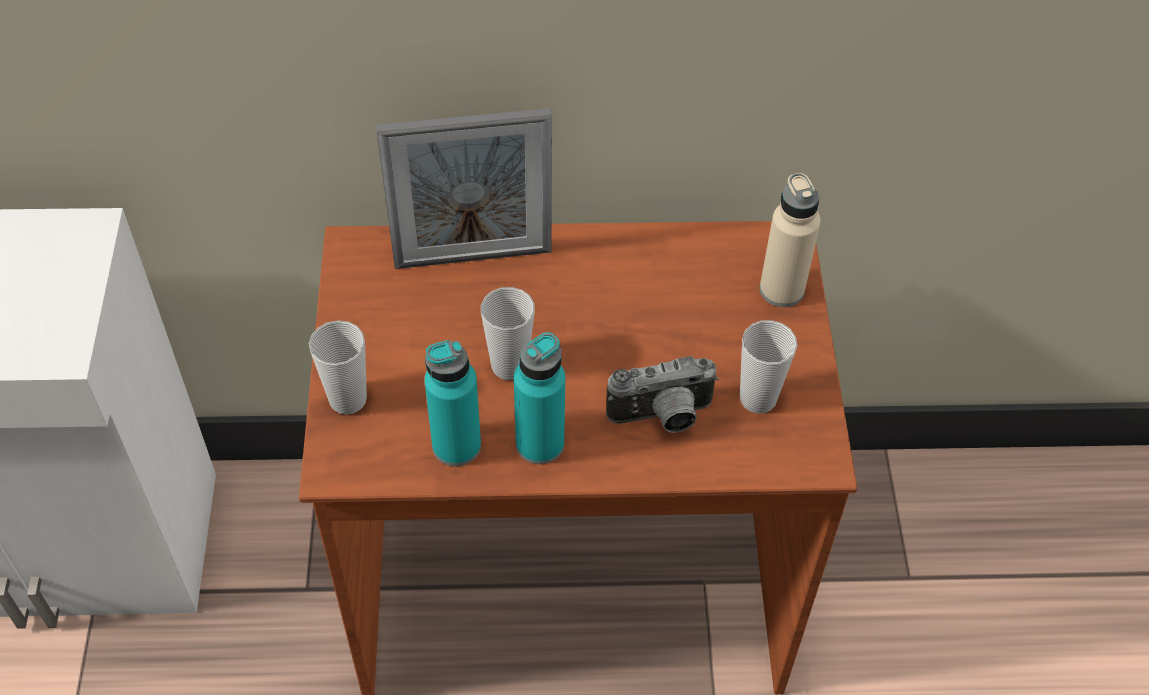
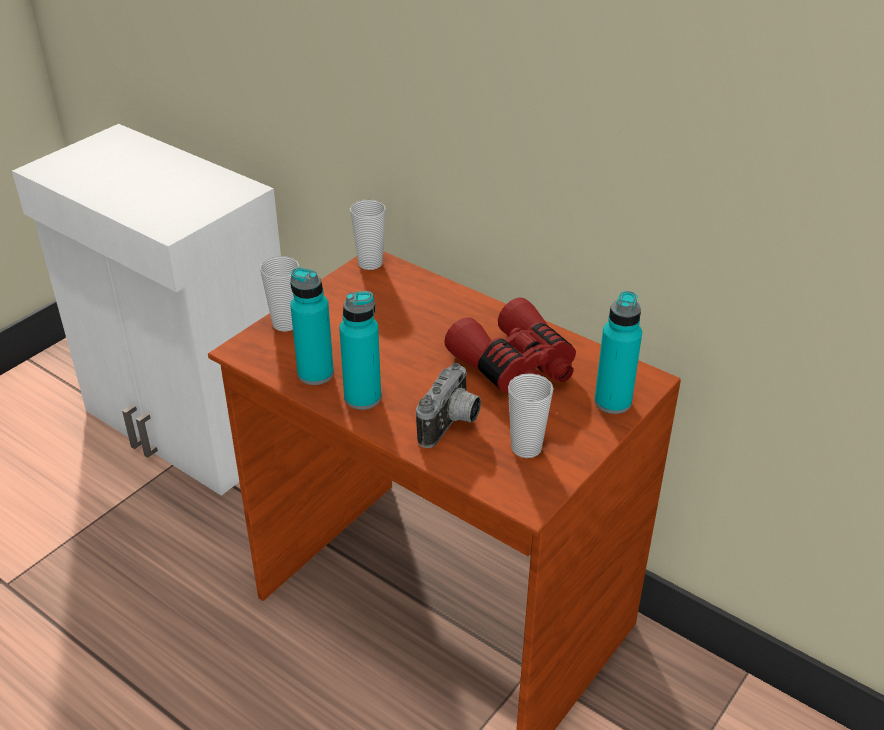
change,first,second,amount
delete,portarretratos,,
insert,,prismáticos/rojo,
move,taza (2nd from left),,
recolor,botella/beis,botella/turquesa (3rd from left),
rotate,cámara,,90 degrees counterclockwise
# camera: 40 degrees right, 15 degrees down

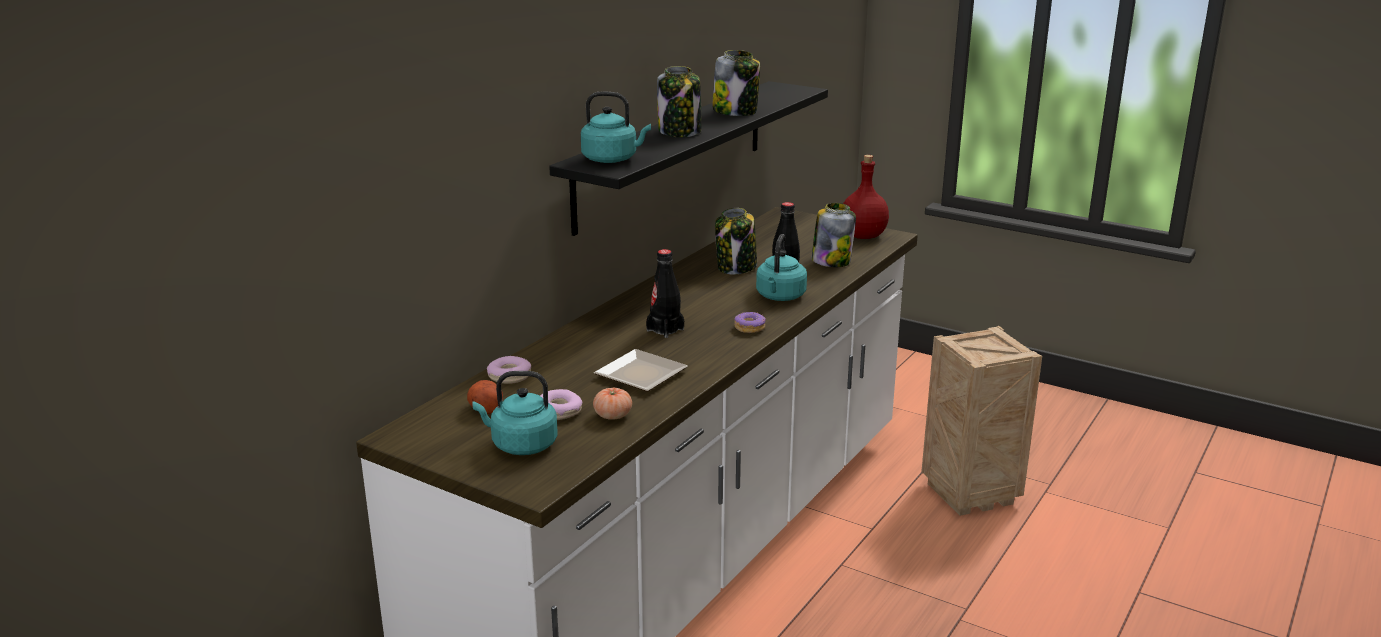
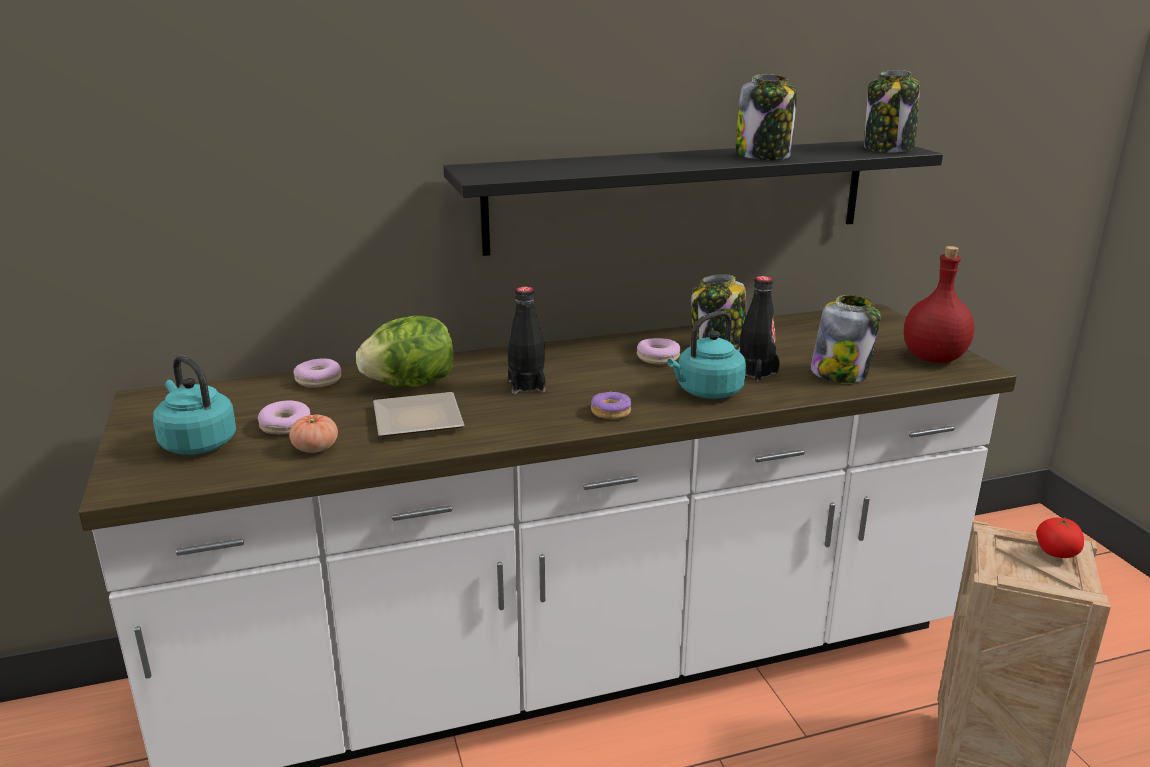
change,first,second,amount
delete,patata,,
delete,hervidor/turquesa (2nd from left),,
insert,,lechuga,
insert,,rosquilla (4th from left),
insert,,tomate (2nd from left),
move,tarro (1st from left in the first image),tarro (4th from left),
# camera: 40 degrees right, 0 degrees up

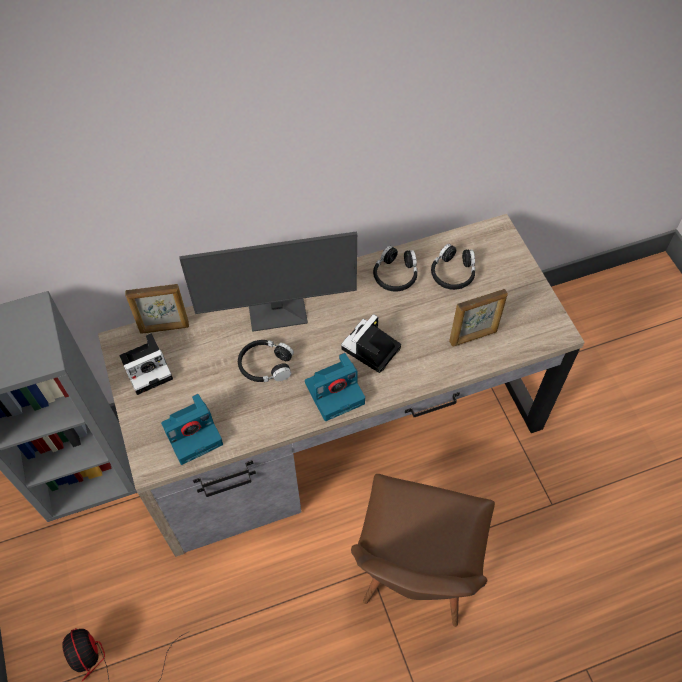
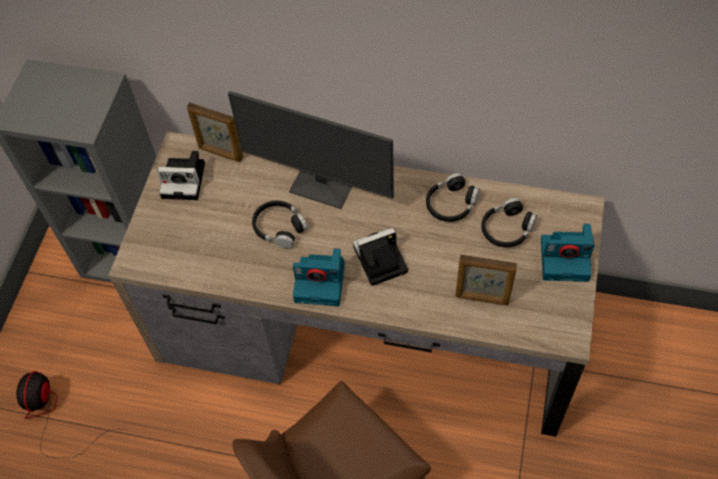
change,first,second,amount
move,cámara (2nd from left in the first image),cámara (4th from left),
# camera: 35 degrees right, 0 degrees up

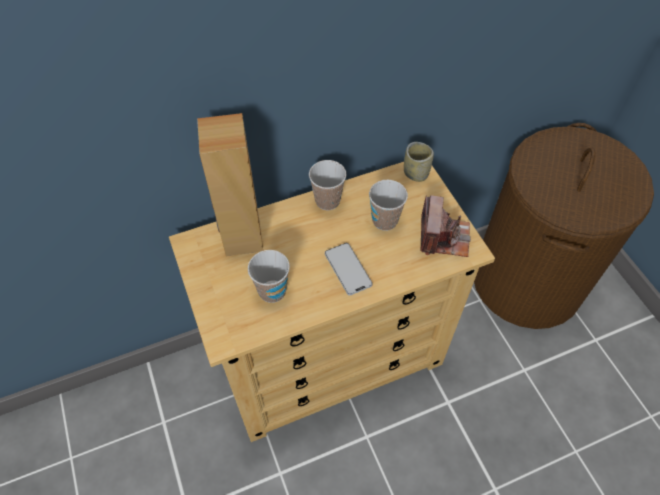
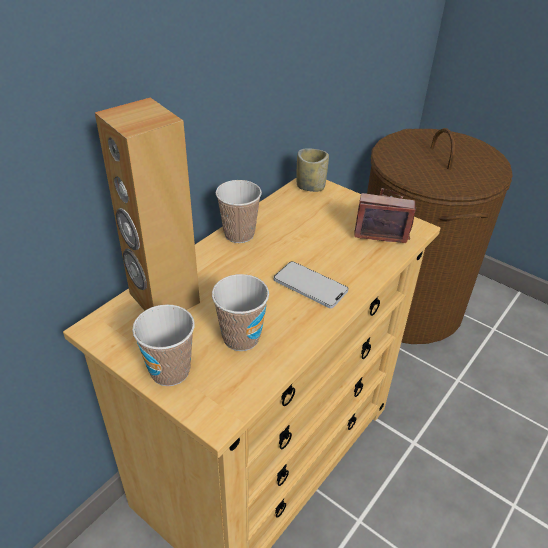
change,first,second,amount
move,taza (3rd from left in the first image),taza (1st from left),
rotate,cámara,,60 degrees counterclockwise
# camera: 30 degrees left, 15 degrees down

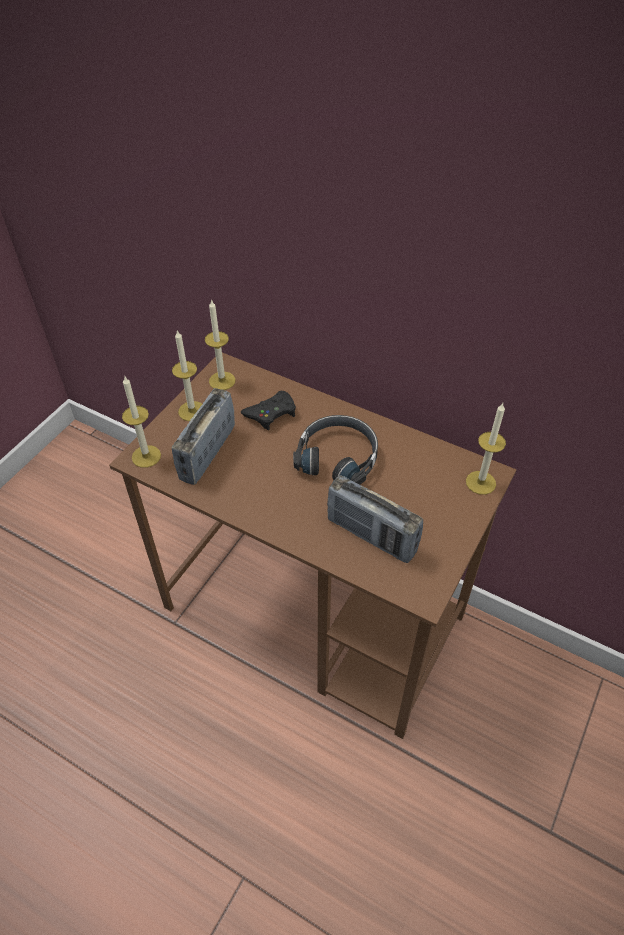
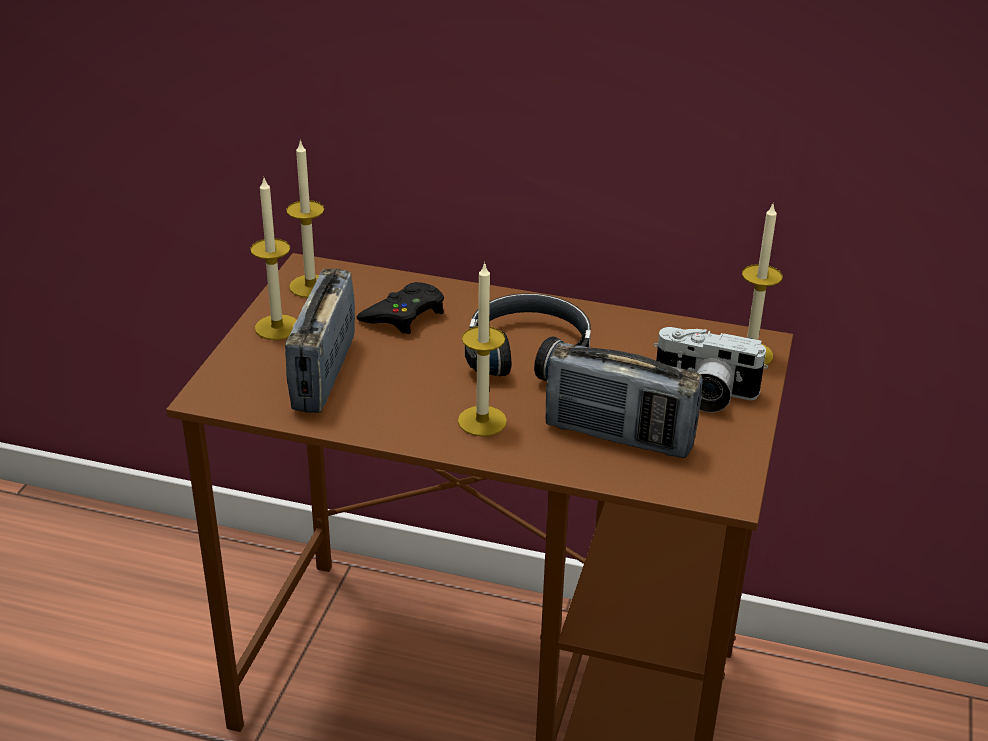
change,first,second,amount
insert,,cámara,
move,vela (1st from left in the first image),vela (3rd from left),
# camera: 15 degrees left, 15 degrees down

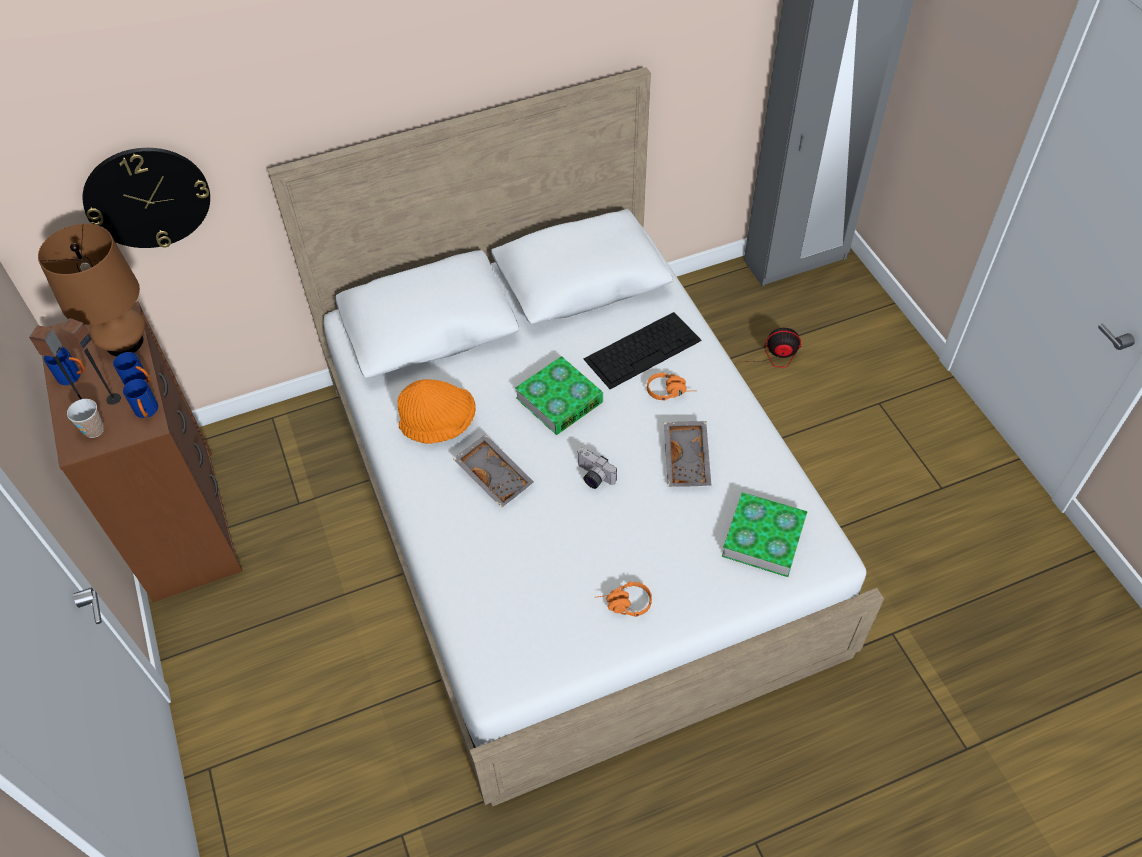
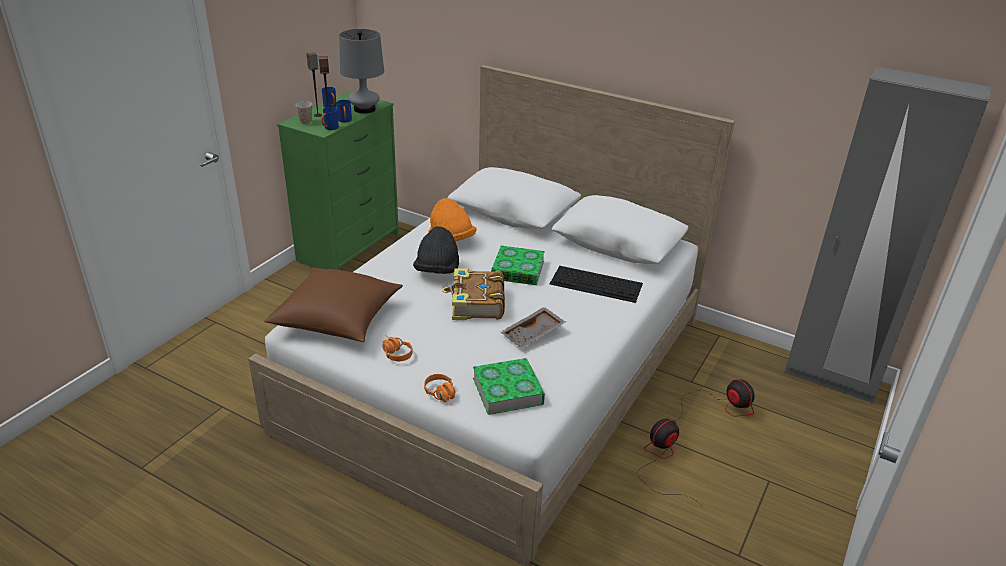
change,first,second,amount
delete,reloj de pared,,
insert,,cojín/marrón,
insert,,ventilador (1st from left),
move,auriculares/naranja (2nd from left),,
replace,bandeja/gris (1st from left),sombrero/negro,
replace,cámara,libro (1st from left),
recolor,lámpara de mesa/marrón,lámpara de mesa/gris,
recolor,cómoda/marrón,cómoda/verde,
# camera: 50 degrees right, 20 degrees down

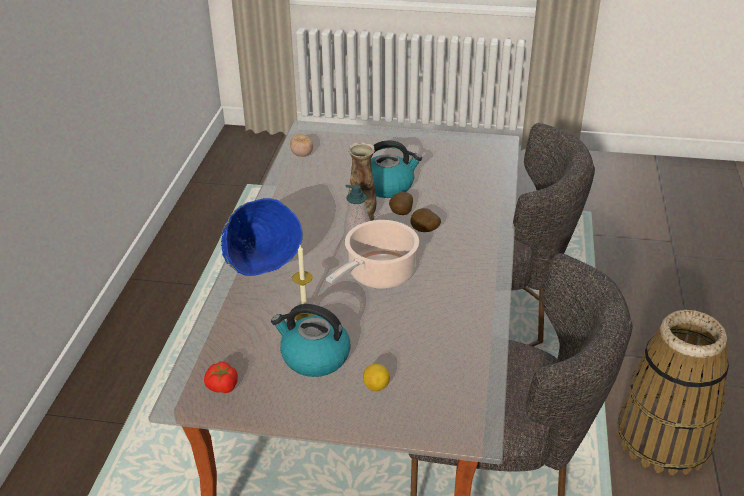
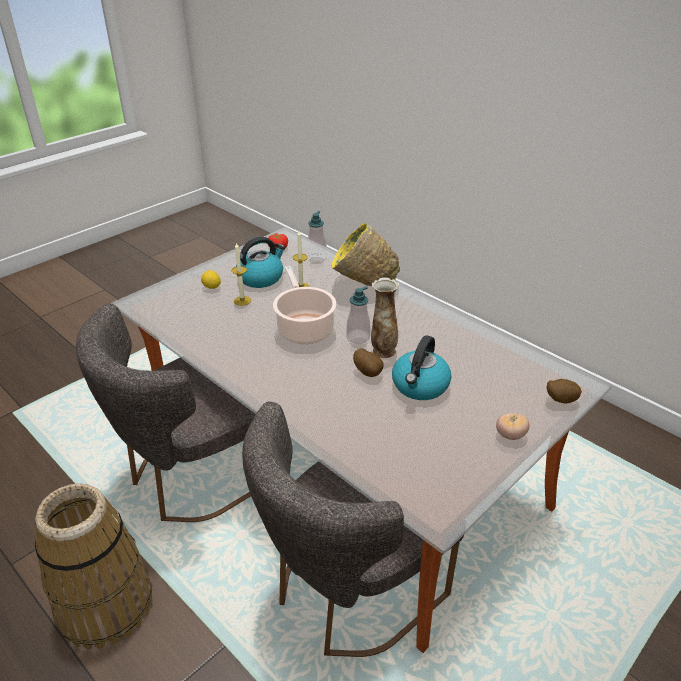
change,first,second,amount
insert,,vela (1st from left),
insert,,dispensador de jabón (1st from left),
move,tomate (2nd from left),,
move,patata (2nd from left),,
recolor,cuenco/azul,cuenco/amarillo,
# camera: 125 degrees right, 0 degrees up

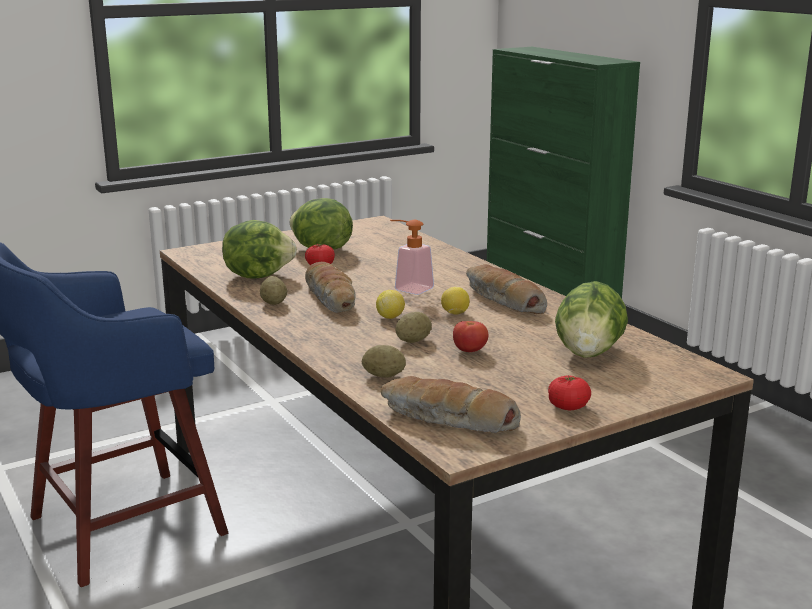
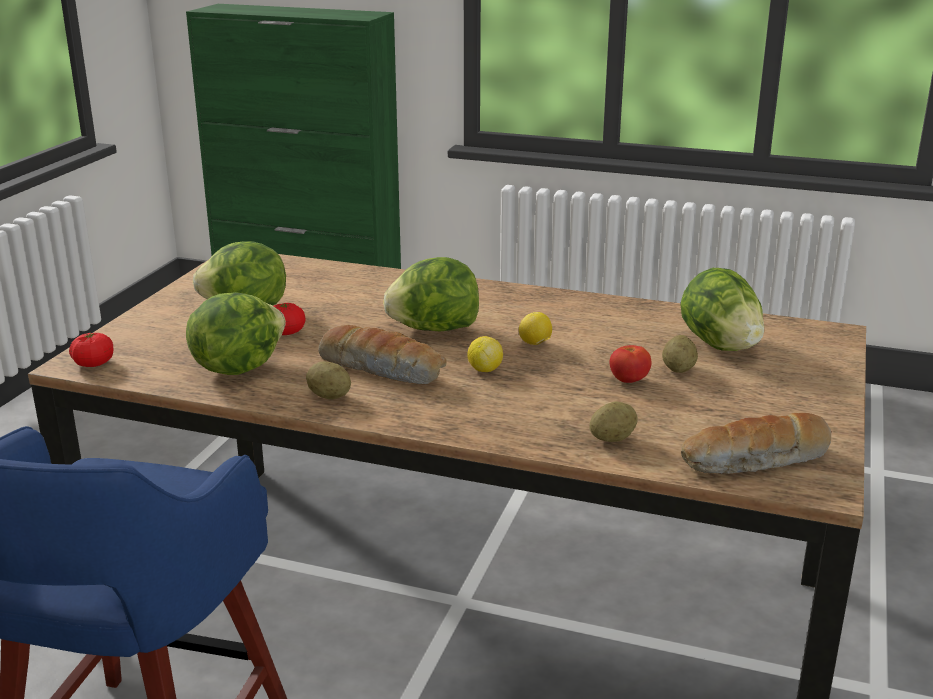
change,first,second,amount
delete,pan (3rd from left),,
move,patata (3rd from left),,
move,tomate (3rd from left in the first image),tomate (1st from left),
replace,dispensador de jabón,lechuga (3rd from left),
# camera: 40 degrees left, 5 degrees up

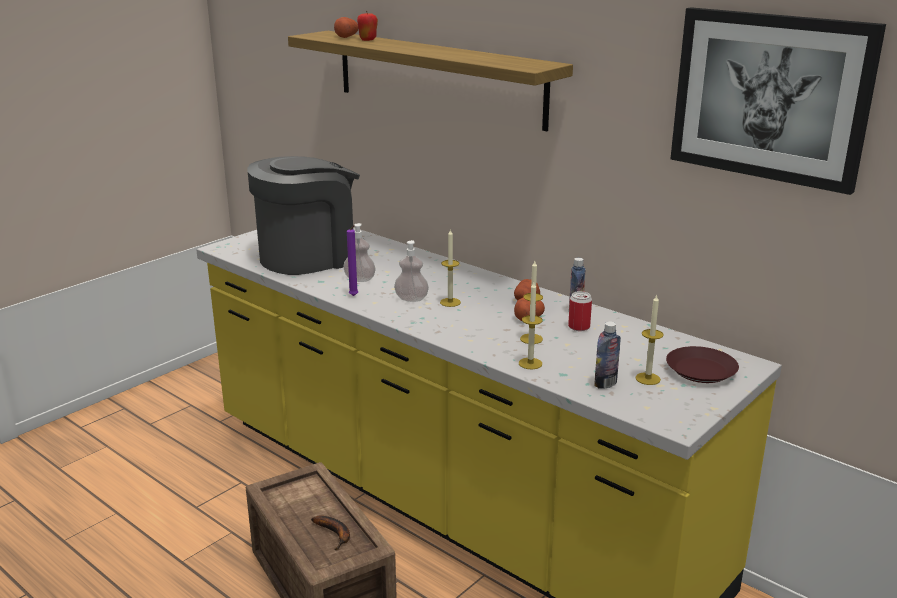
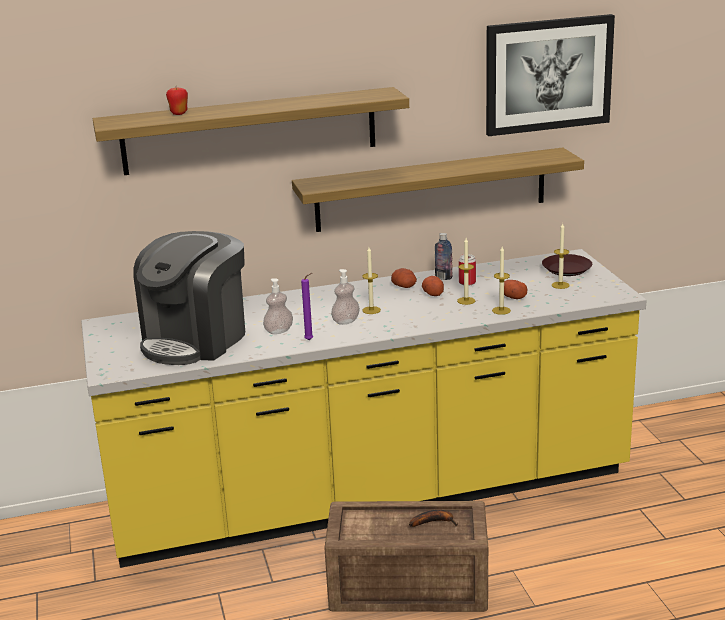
change,first,second,amount
delete,botella (2nd from left),,
insert,,estante (2nd from left),
move,patata (1st from left in the first image),patata (3rd from left),
rotate,cafetera,,150 degrees counterclockwise
# camera: 55 degrees left, 0 degrees up

